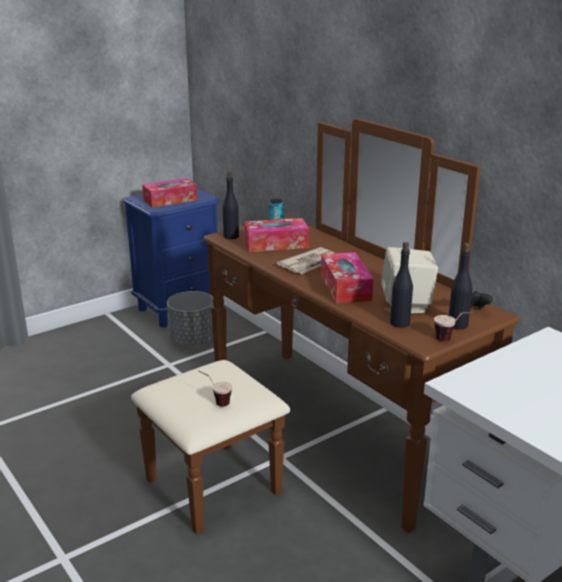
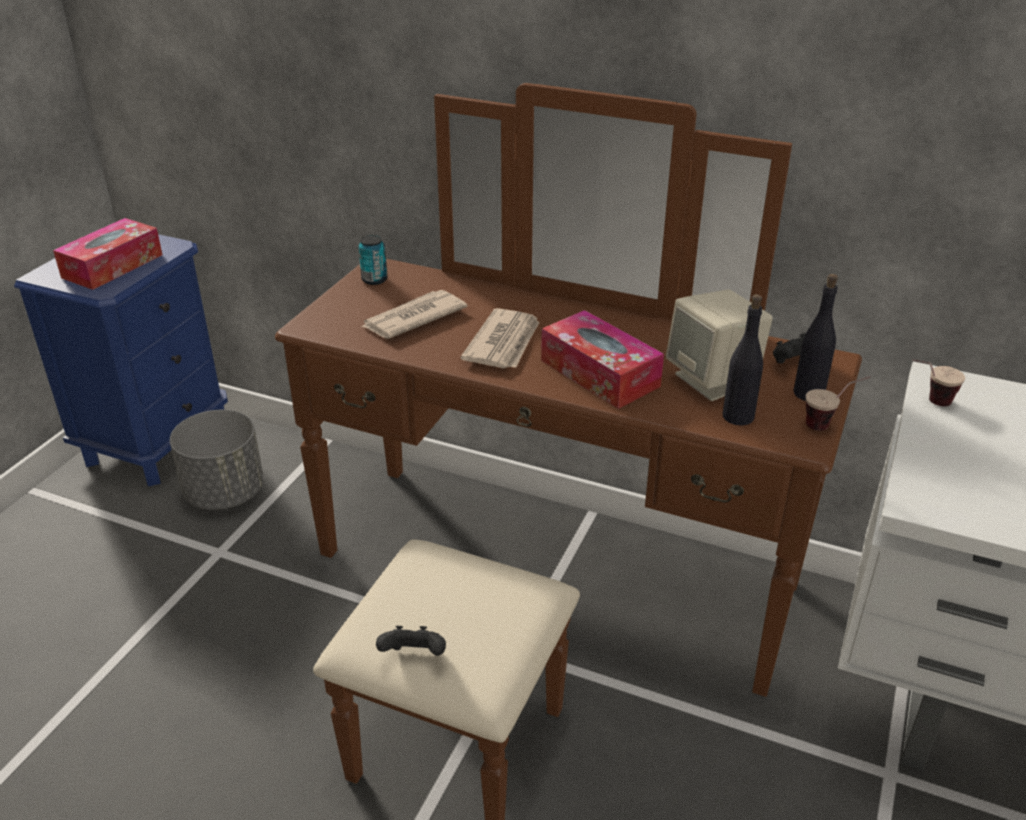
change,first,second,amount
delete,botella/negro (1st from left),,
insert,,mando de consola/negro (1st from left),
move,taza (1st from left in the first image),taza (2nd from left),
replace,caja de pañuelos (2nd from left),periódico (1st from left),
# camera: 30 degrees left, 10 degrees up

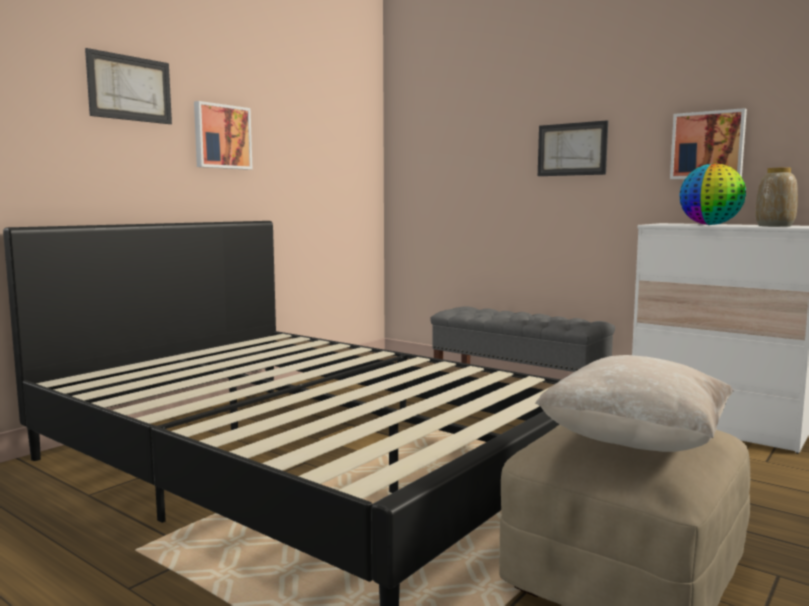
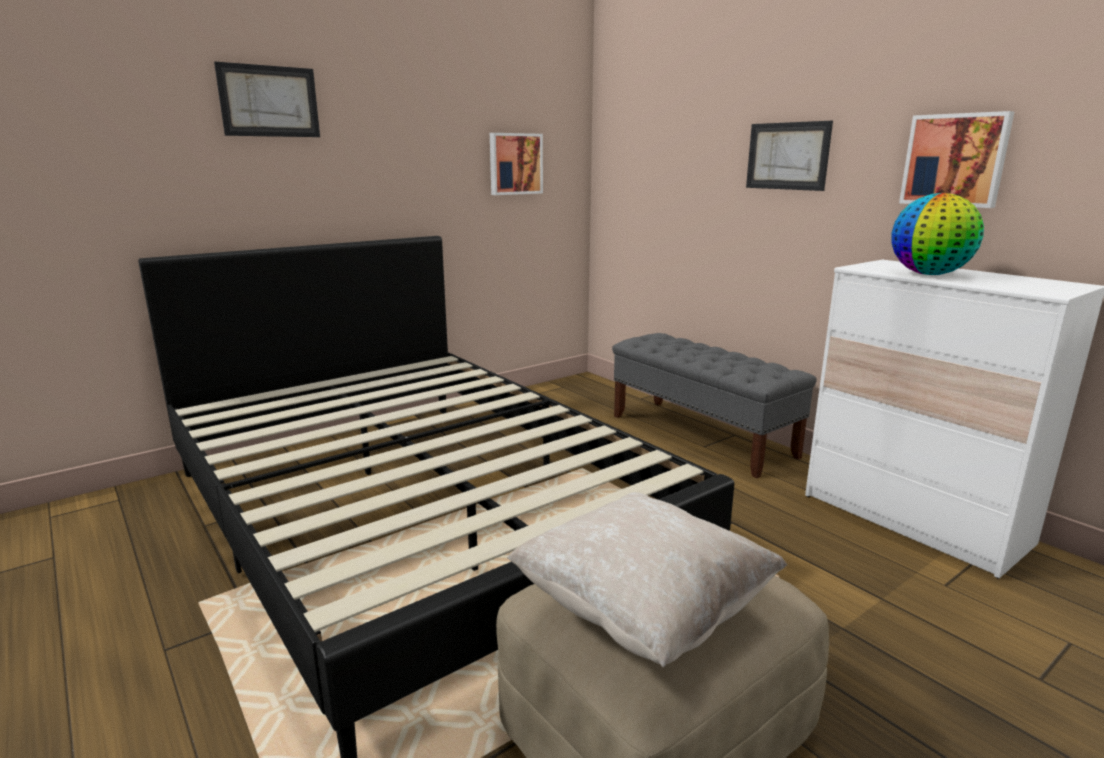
change,first,second,amount
delete,florero,,
move,cuadro (2nd from left),,
# camera: 15 degrees right, 10 degrees up

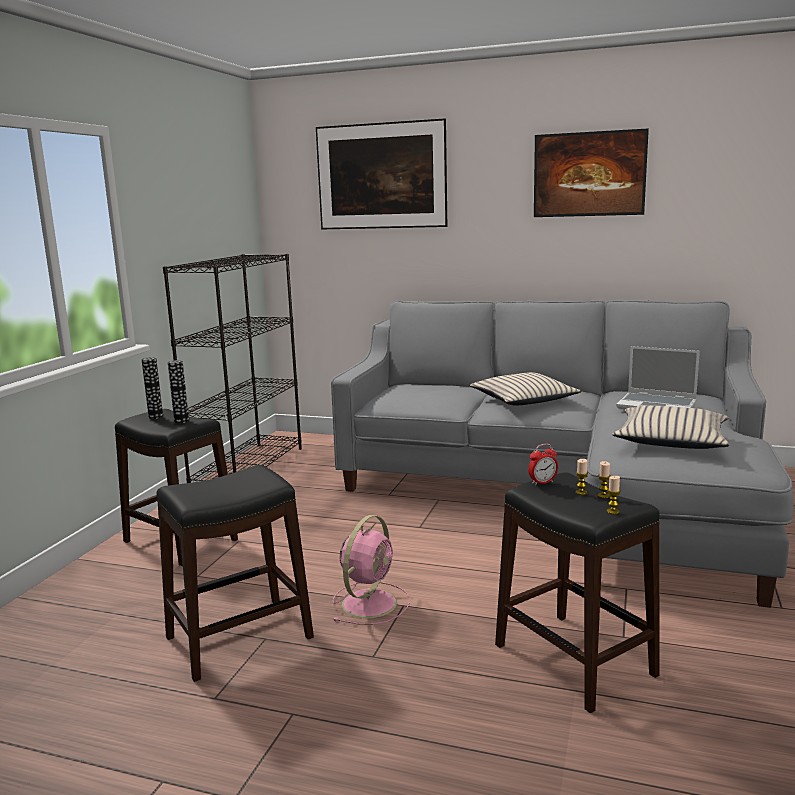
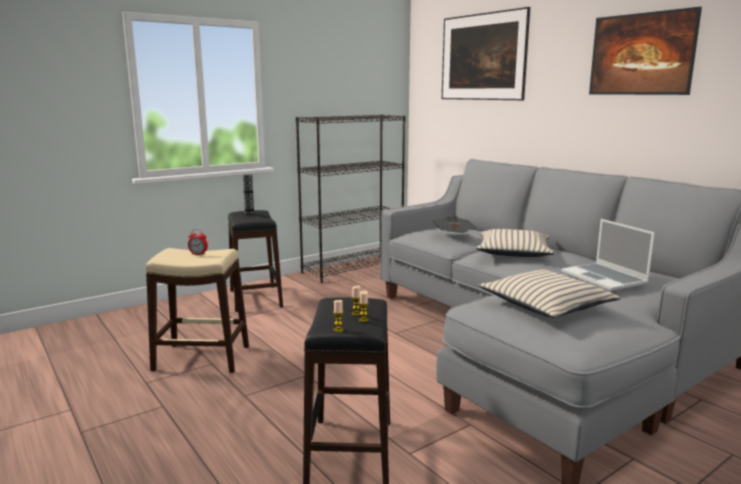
change,first,second,amount
delete,florero (2nd from left),,
delete,ventilador/rosa,,
insert,,periódico,
move,despertador,,
recolor,taburete/negro (2nd from left),taburete/beis,
# camera: 35 degrees right, 0 degrees up

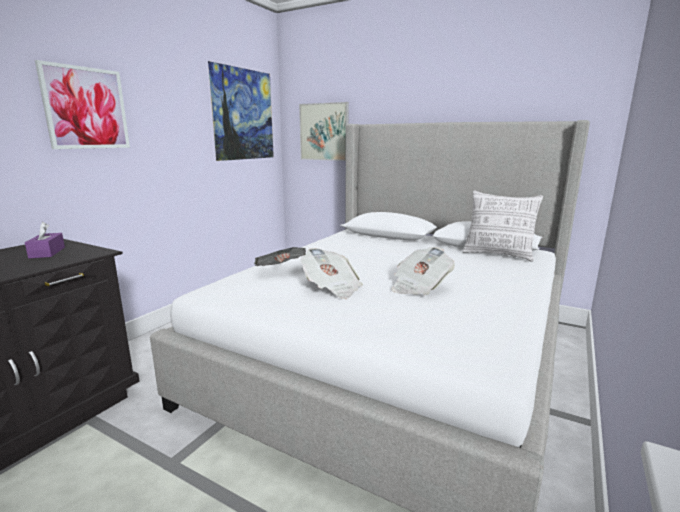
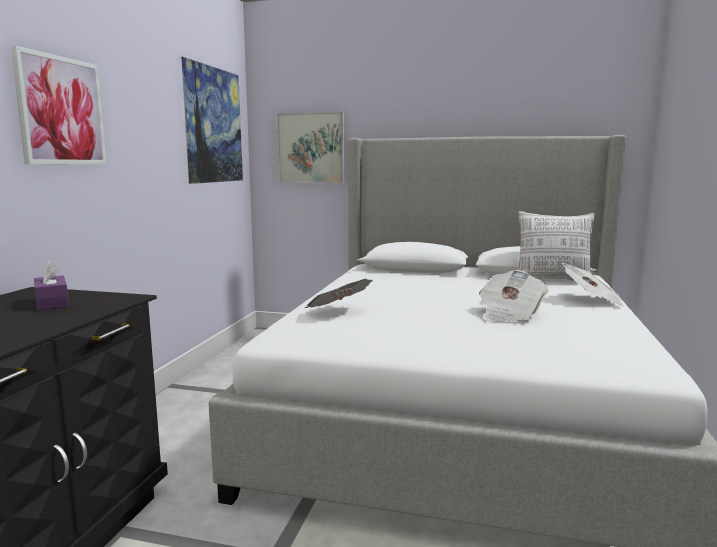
change,first,second,amount
move,periódico (2nd from left in the first image),periódico (3rd from left),
# camera: 15 degrees left, 5 degrees down

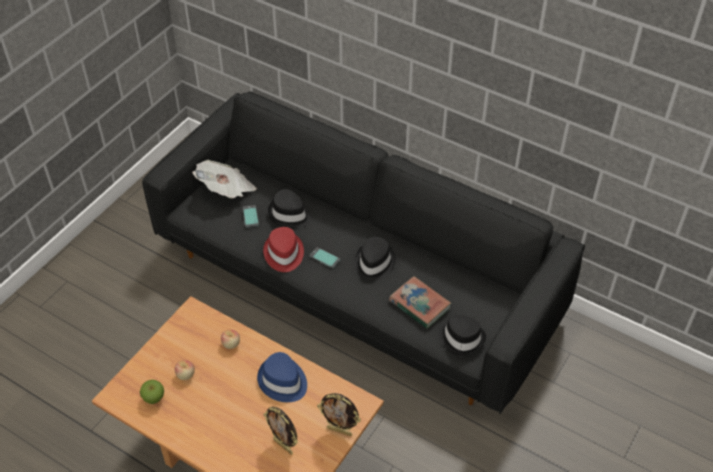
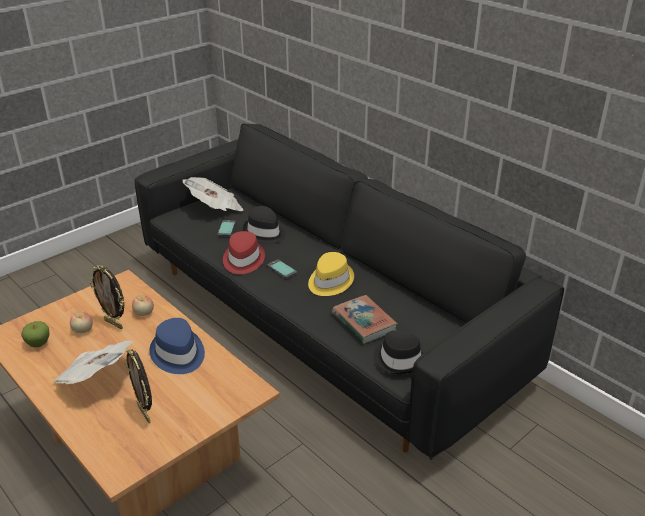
change,first,second,amount
insert,,periódico (1st from left),
move,portarretratos (2nd from left in the first image),portarretratos (1st from left),
recolor,sombrero/negro (2nd from left),sombrero/amarillo,
# camera: 15 degrees right, 15 degrees down

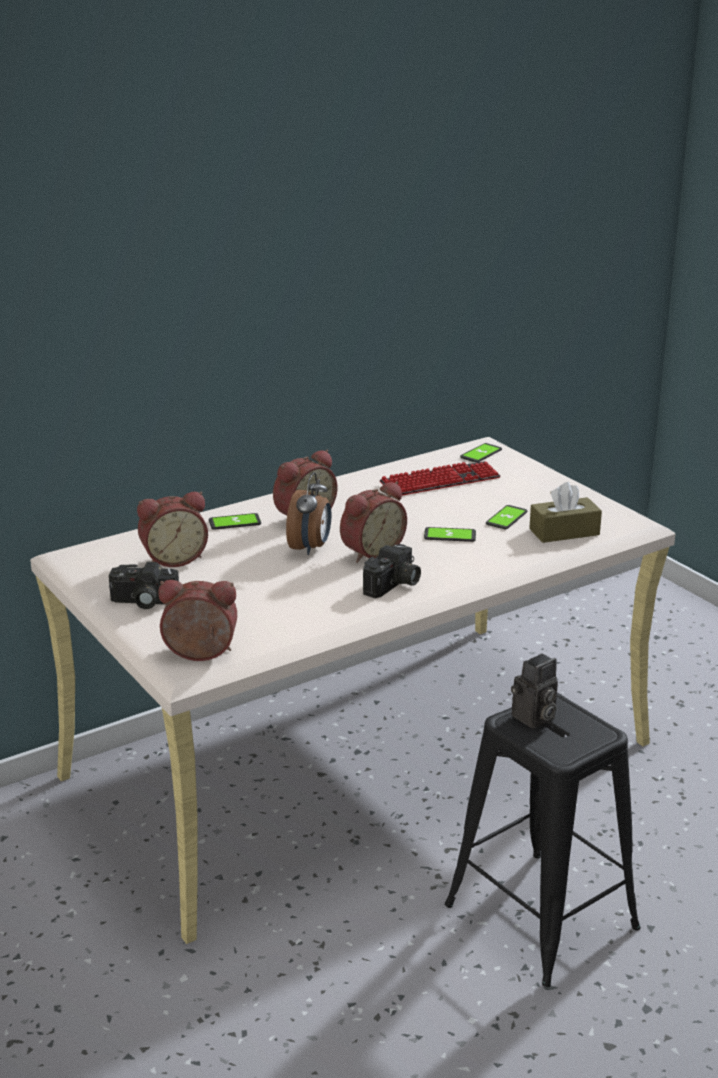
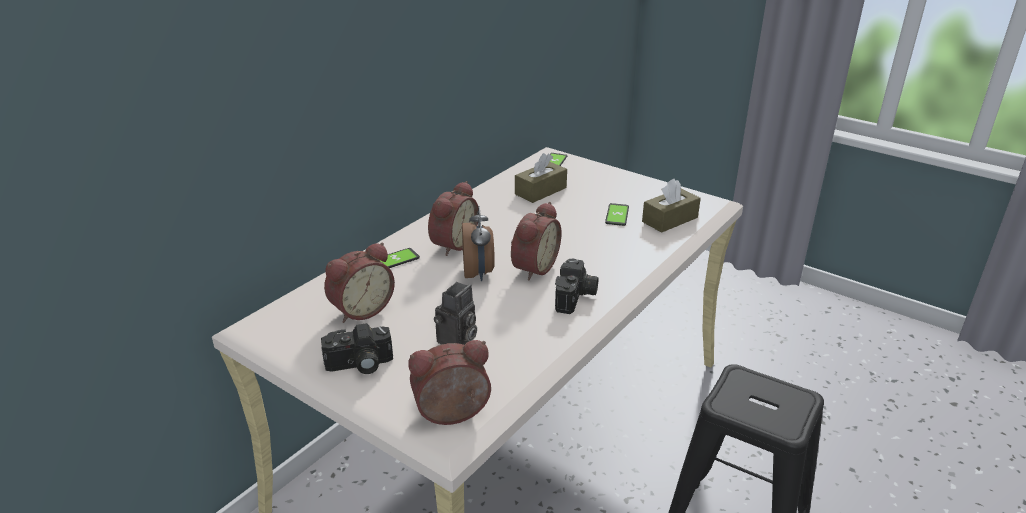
change,first,second,amount
delete,móvil (2nd from left),,
move,cámara (3rd from left in the first image),cámara (2nd from left),
replace,teclado,caja de pañuelos/marrón (1st from left),
# camera: 20 degrees left, 5 degrees up

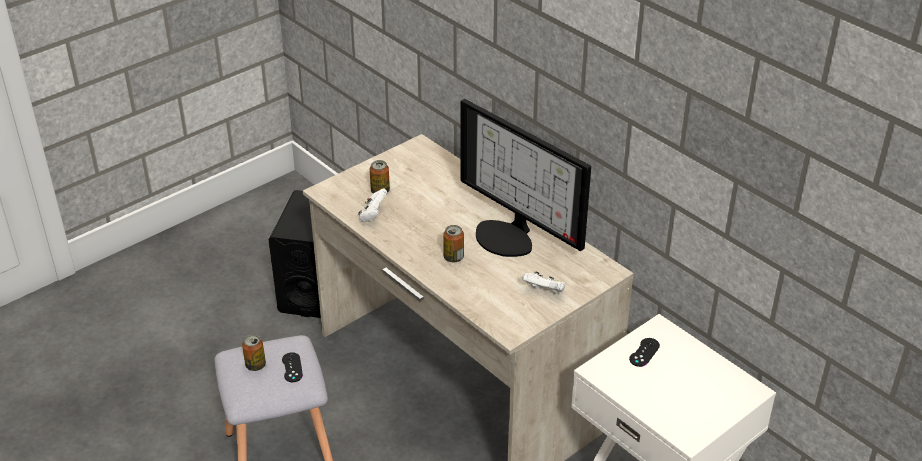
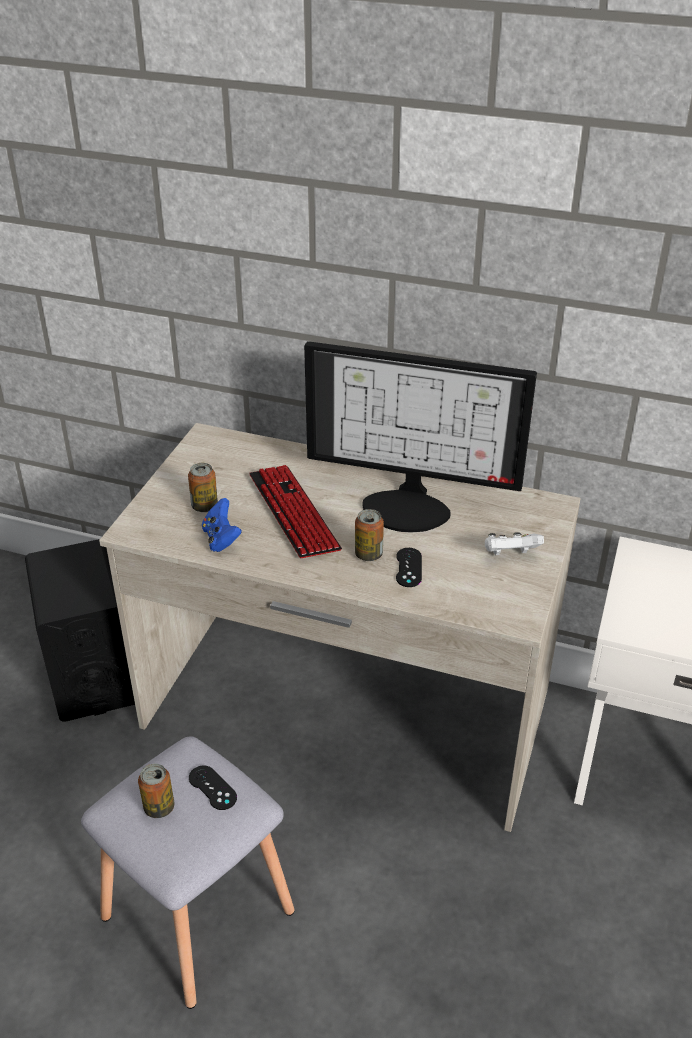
change,first,second,amount
insert,,teclado,
move,mando de consola/negro (2nd from left),,
recolor,mando de consola/blanco (1st from left),mando de consola/azul,
# camera: 30 degrees left, 0 degrees up

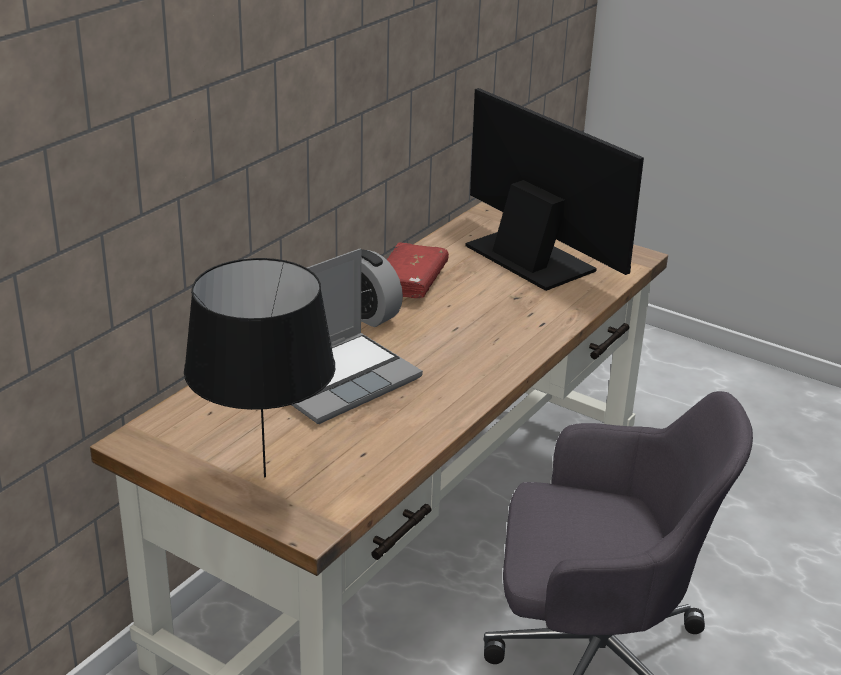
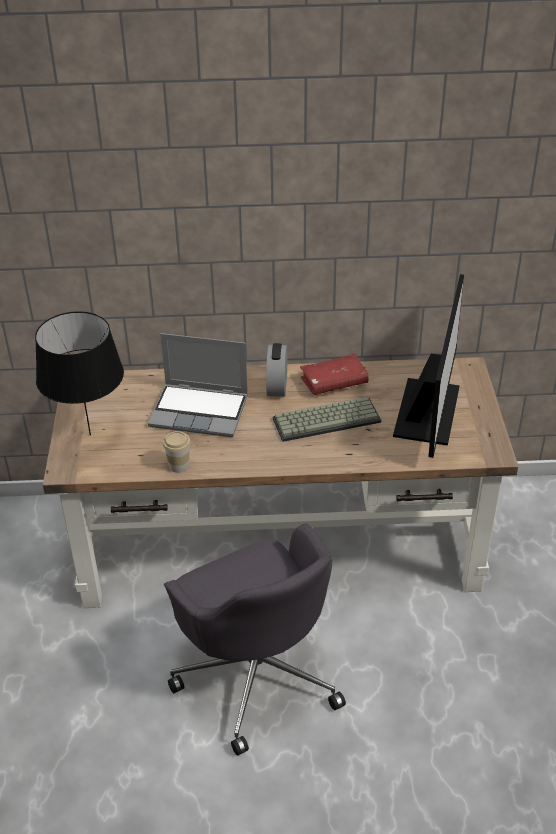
change,first,second,amount
insert,,taza,
insert,,teclado,
# camera: 55 degrees right, 10 degrees up

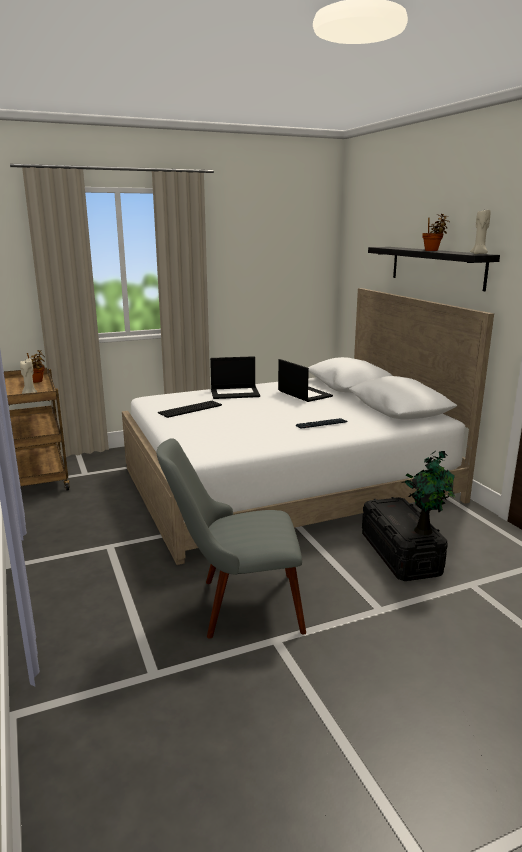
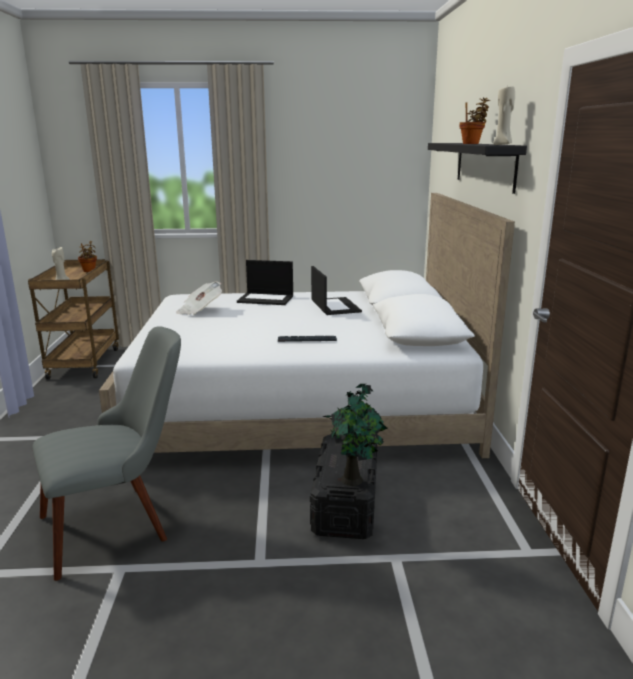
change,first,second,amount
replace,teclado (1st from left),periódico,
rotate,silla/gris,,135 degrees clockwise
# camera: 20 degrees right, 0 degrees up

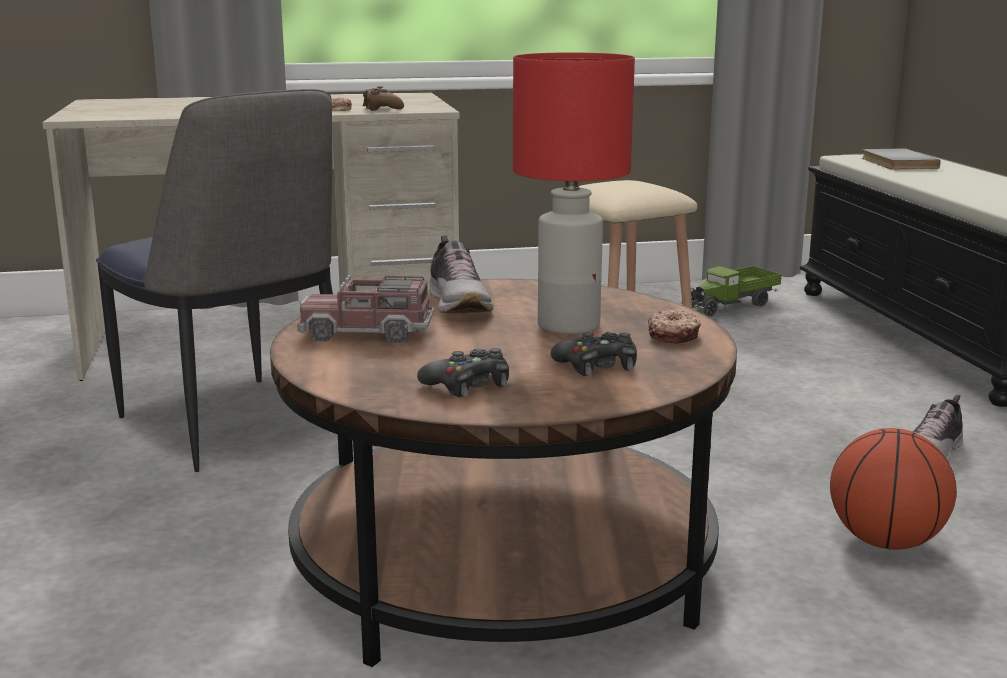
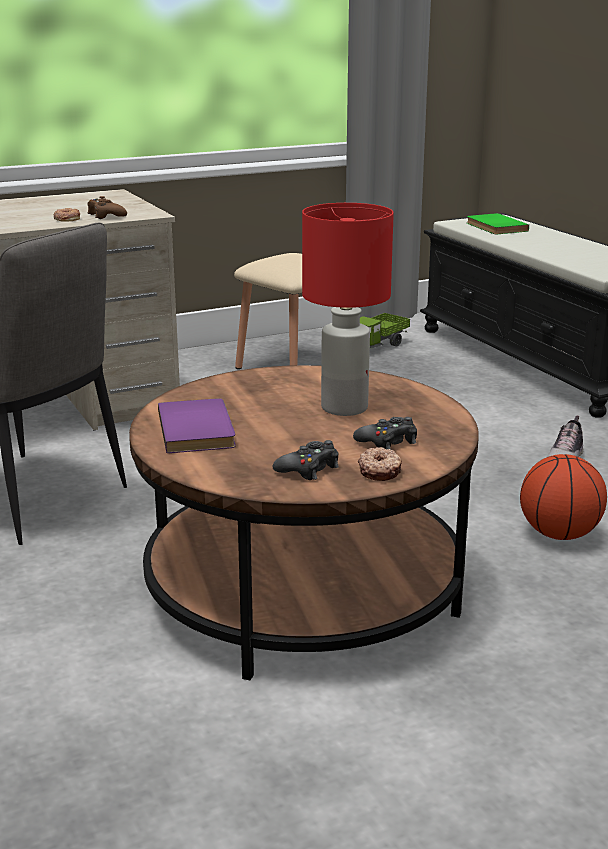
change,first,second,amount
delete,zapato (1st from left),,
move,rosquilla (2nd from left),,
replace,camión de juguete (1st from left),libro/morado,
recolor,libro/gris,libro/verde,
# camera: 15 degrees left, 5 degrees up

